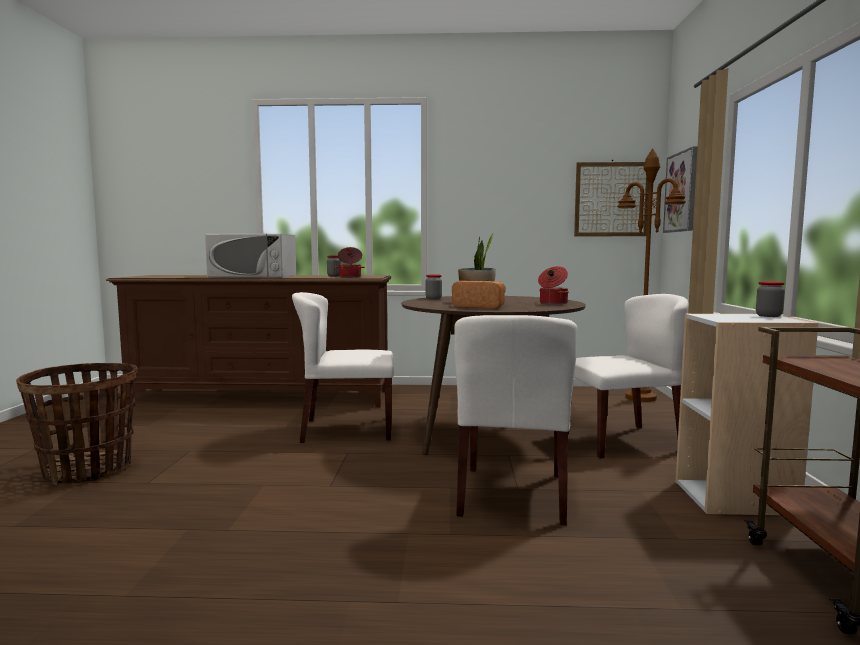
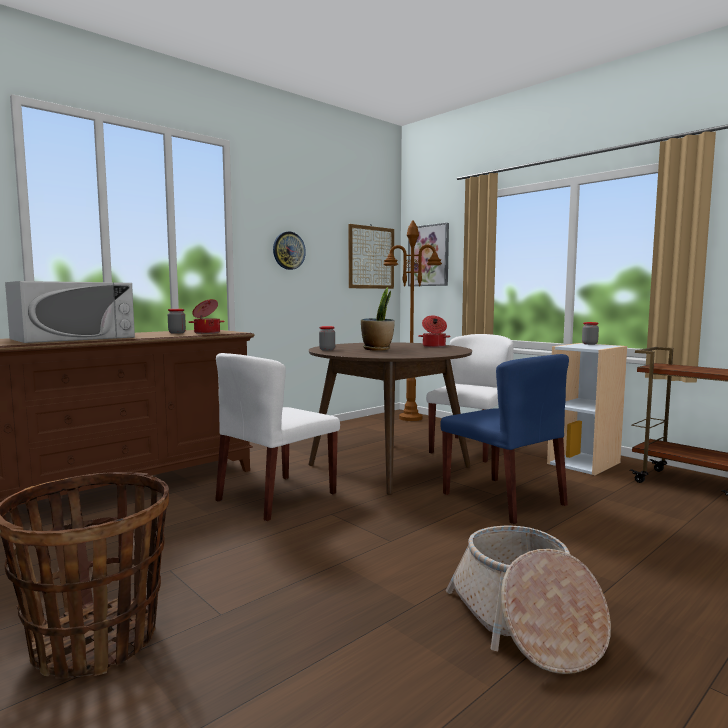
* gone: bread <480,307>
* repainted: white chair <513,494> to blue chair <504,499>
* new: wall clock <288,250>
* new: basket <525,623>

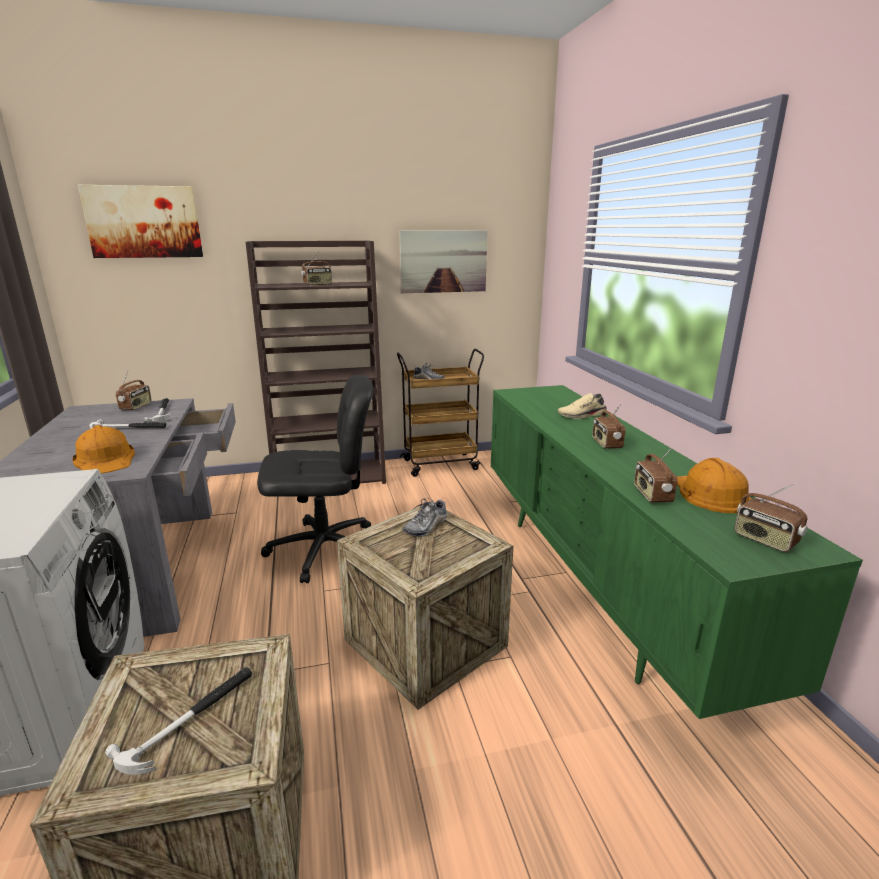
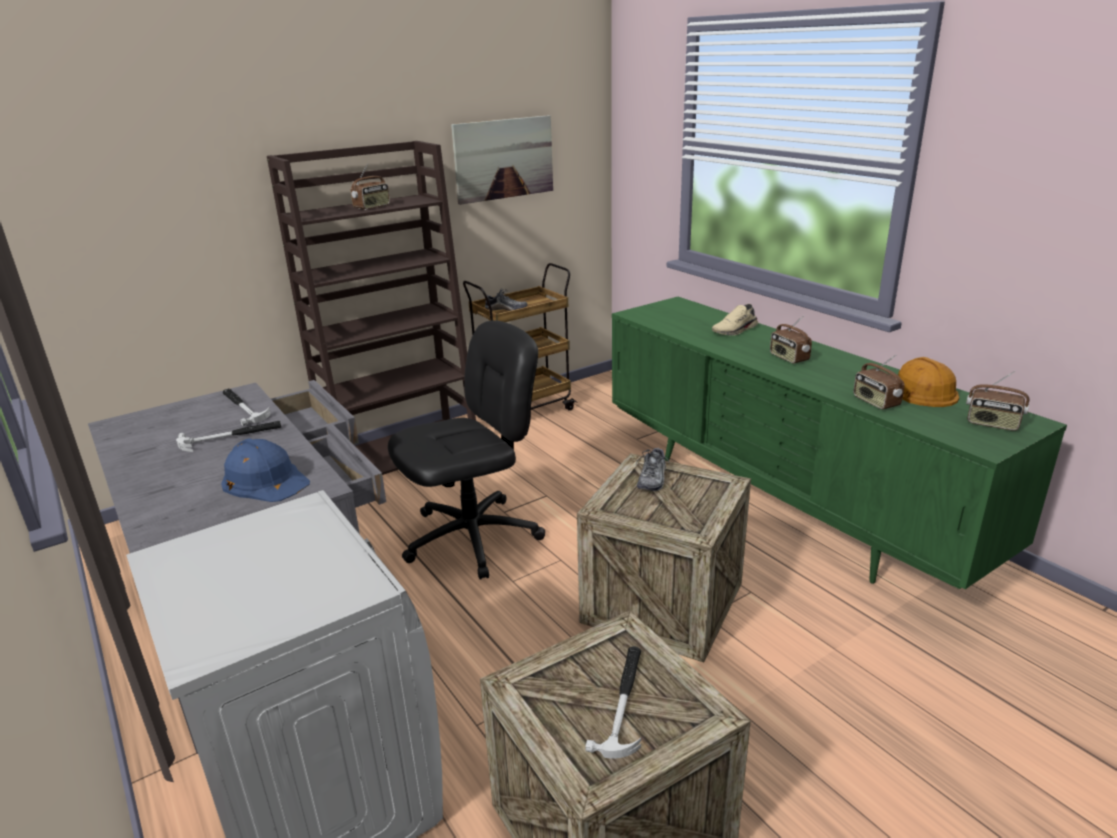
* repainted: orange hard hat <106,459> to blue hard hat <265,480>
* gone: picture <144,222>
* gone: radio <136,407>

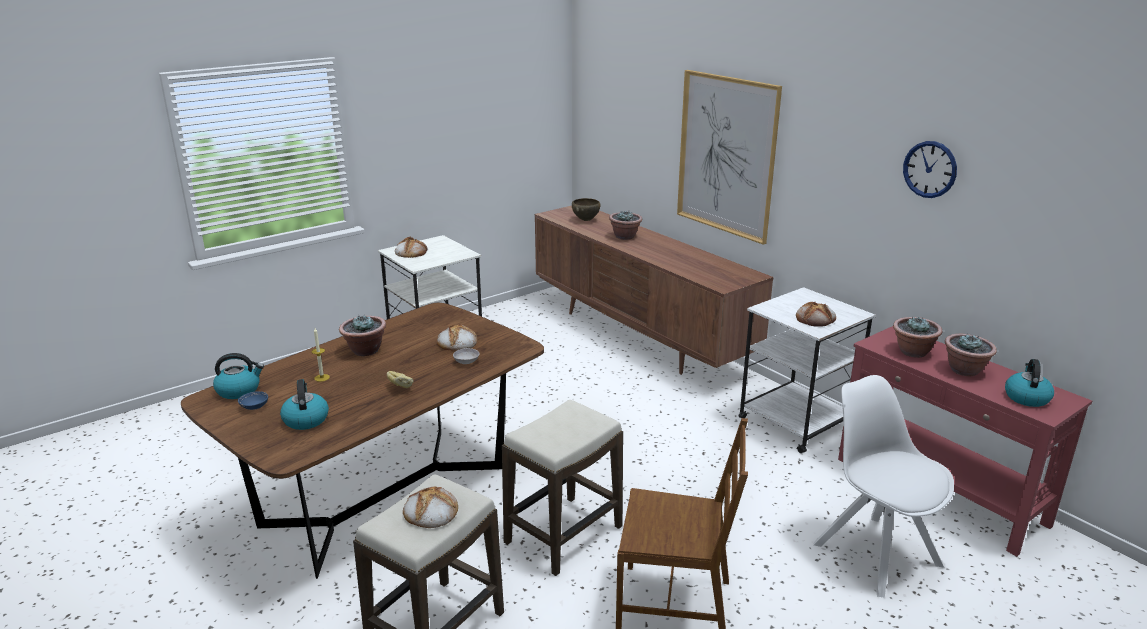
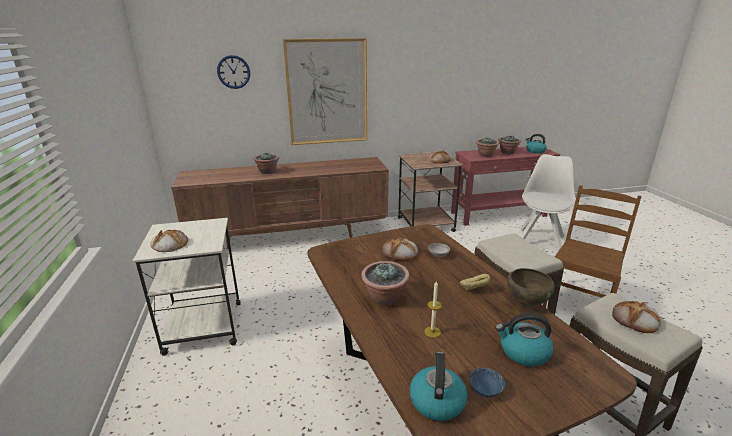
* shifted: brown bowl <586,220> to <526,303>
* repainted: white cart <797,423> to brown cart <426,224>
* rotated: white chair <875,553> = <540,241> 120 degrees clockwise
* shifted: wall clock <929,169> to <233,72>

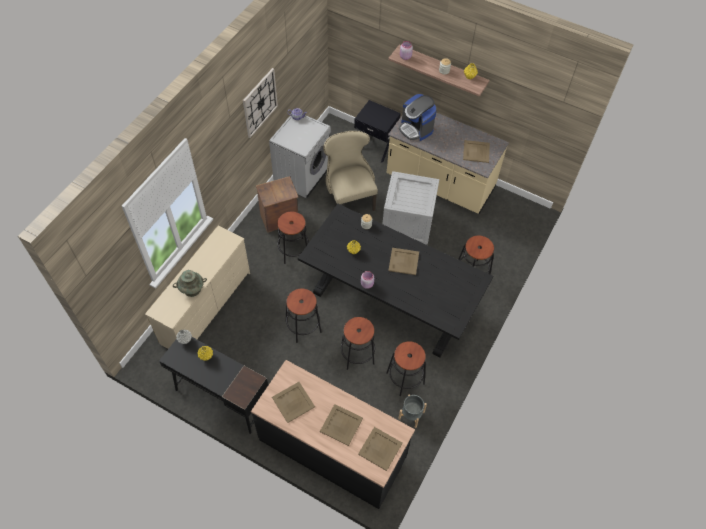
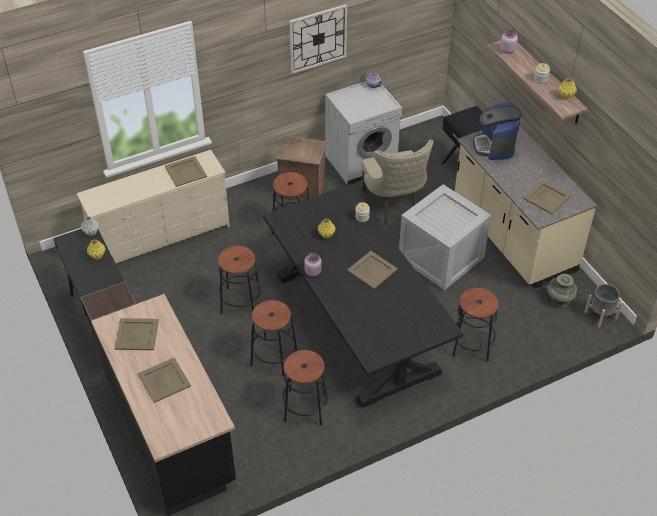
* shifted: turquoise vase <192,289> to <559,299>
* rotated: beige chair <349,198> = <394,205> 150 degrees clockwise
* shifted: beige tray <380,449> to <185,172>
* shifted: grey planter <411,415> to <601,315>

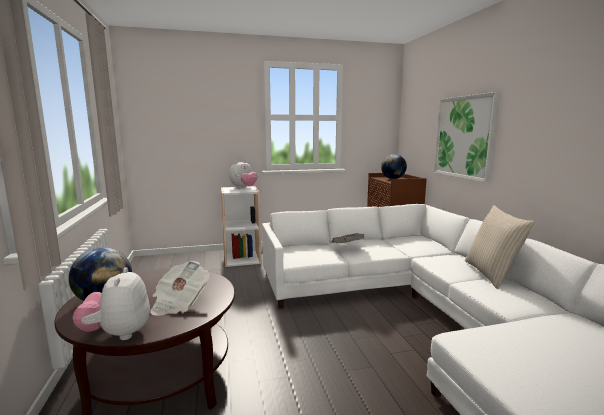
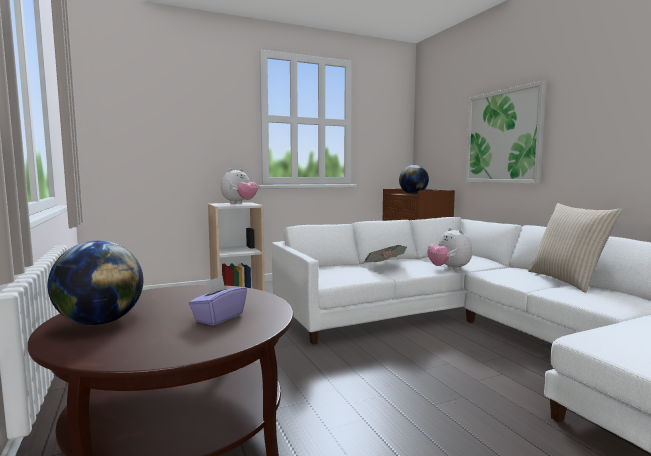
* shifted: plush toy <118,334> to <449,269>
* swapped: newspaper <179,302> to purple tissue box <219,317>

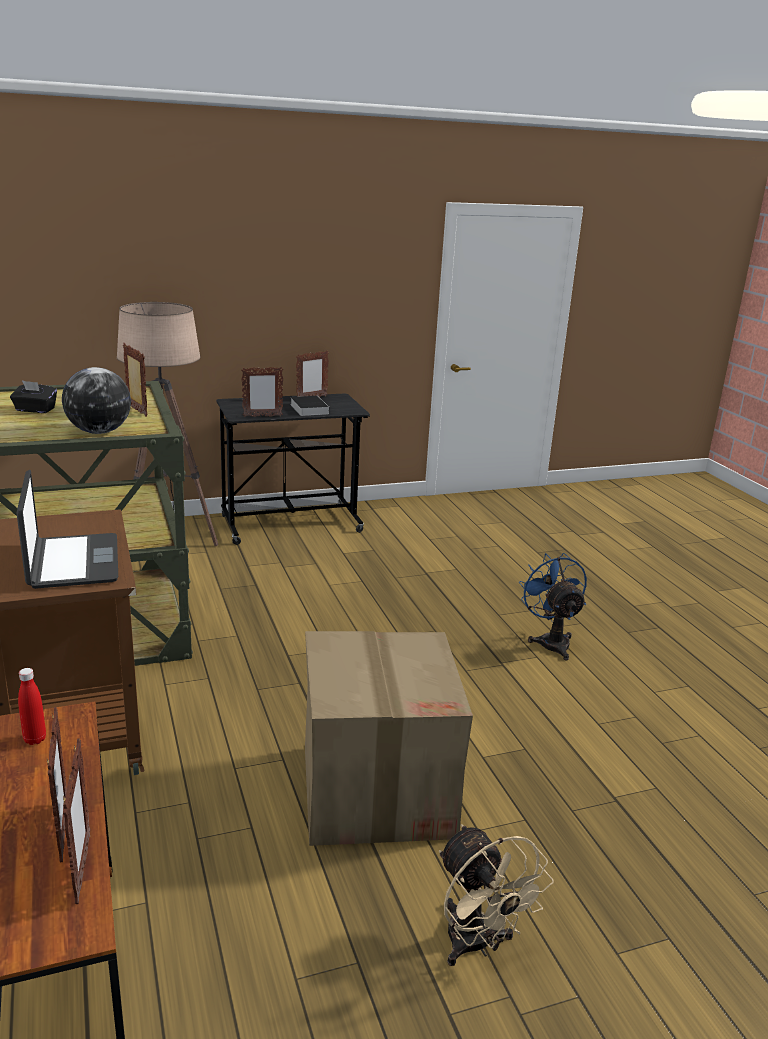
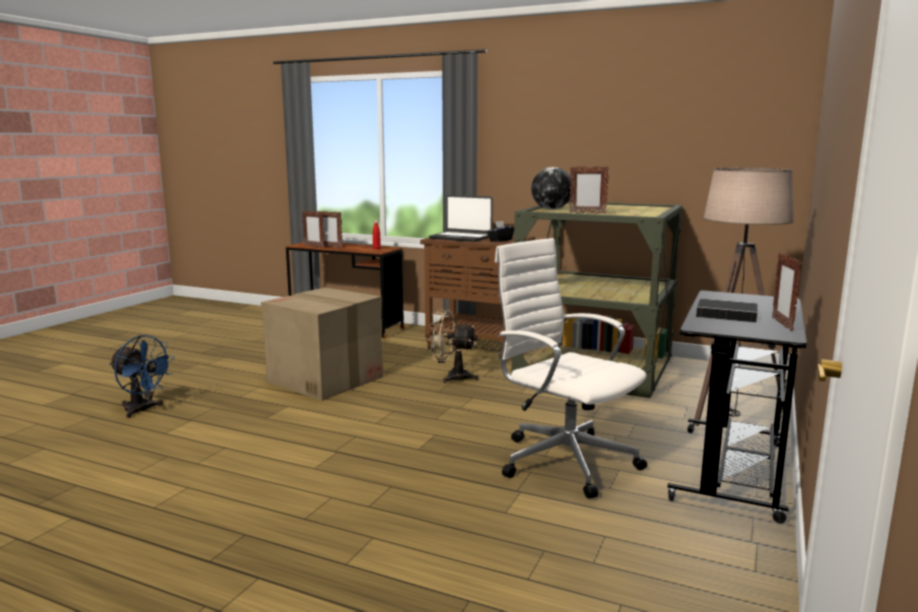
* shifted: black tissue box <35,410> to <500,240>
* gone: picture frame <262,416>
* shifted: beige fan <477,945> to <451,377>
* shifted: blue fan <550,641> to <143,410>
* new: white office chair <564,460>

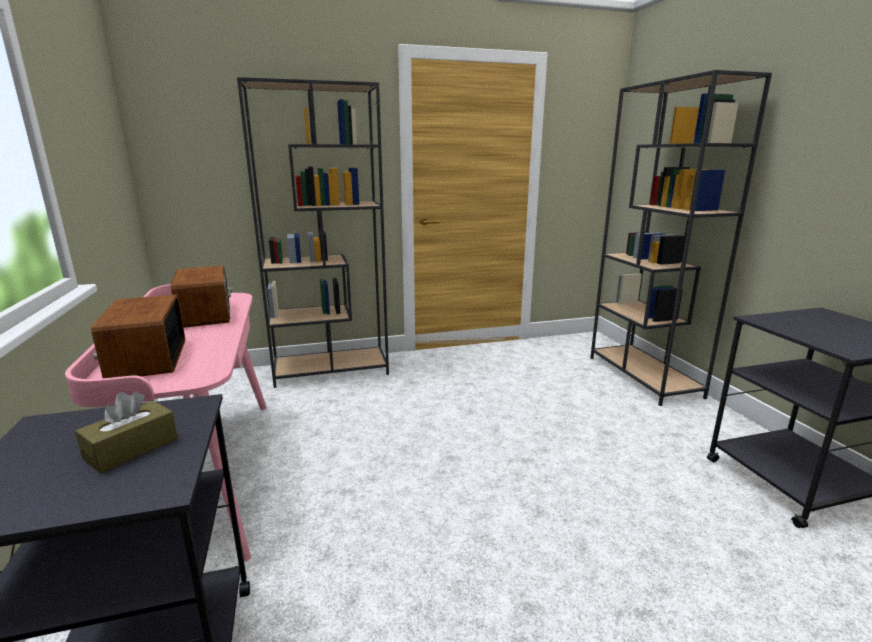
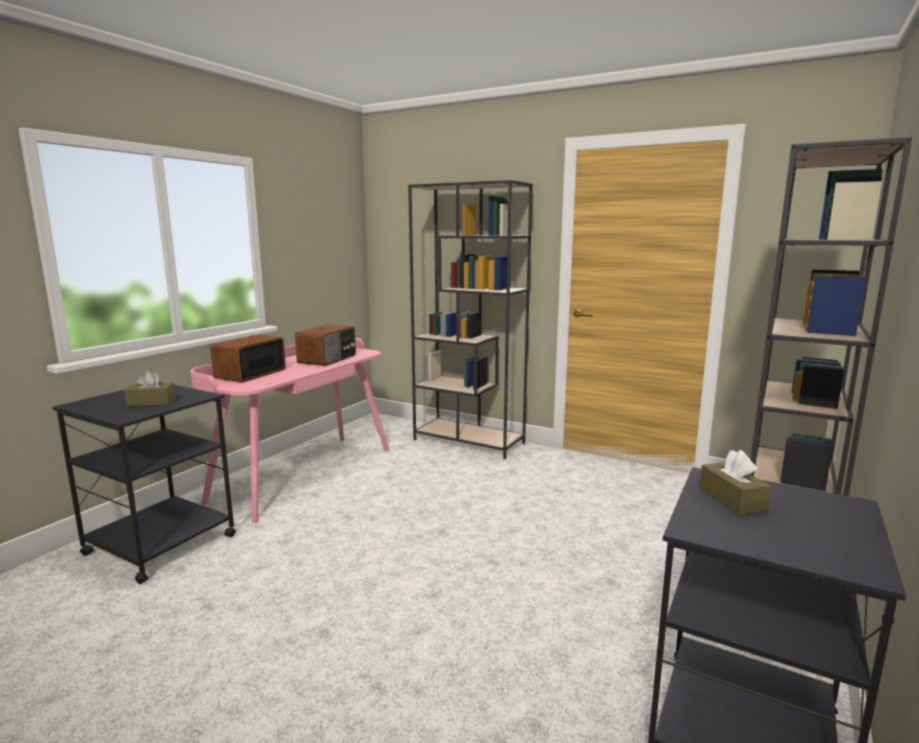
* new: brown tissue box <732,499>

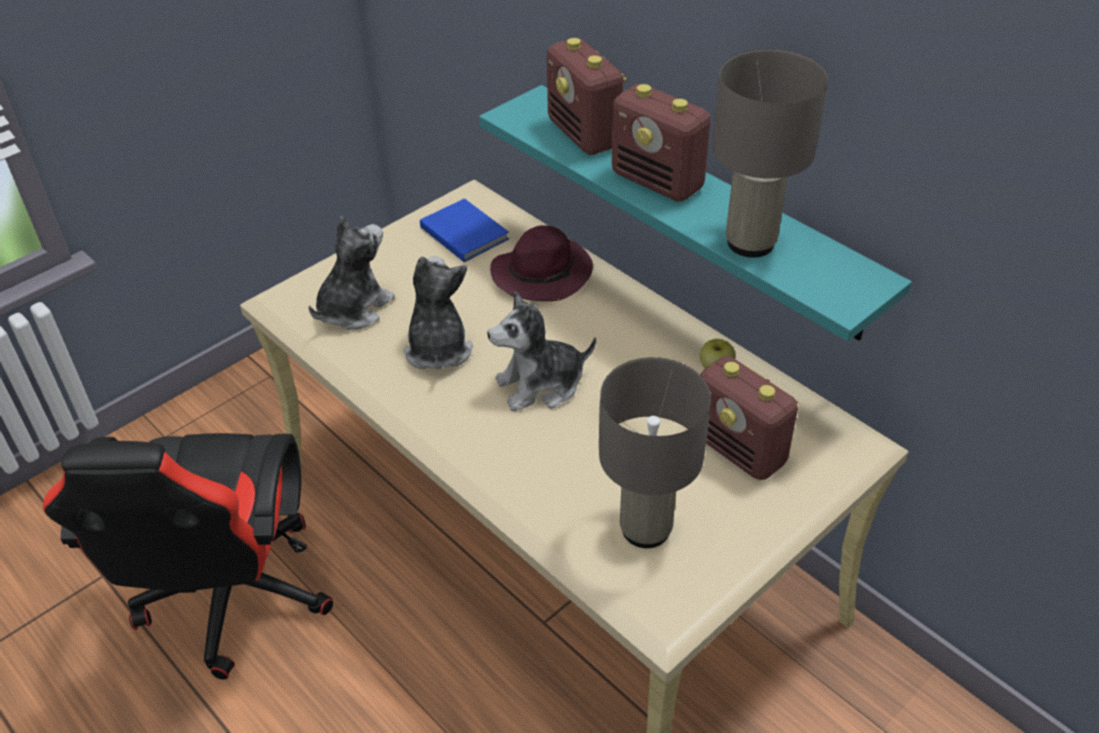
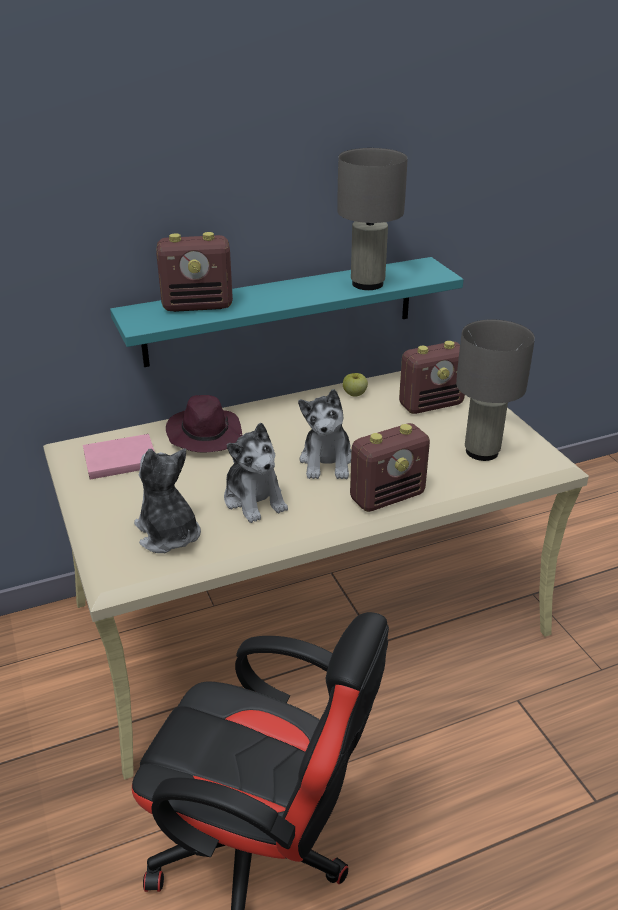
* rotated: plush toy <438,349> = <254,499> 135 degrees counterclockwise
* repainted: blue book <464,231> to pink book <118,459>
* shifted: radio <658,182> to <387,497>

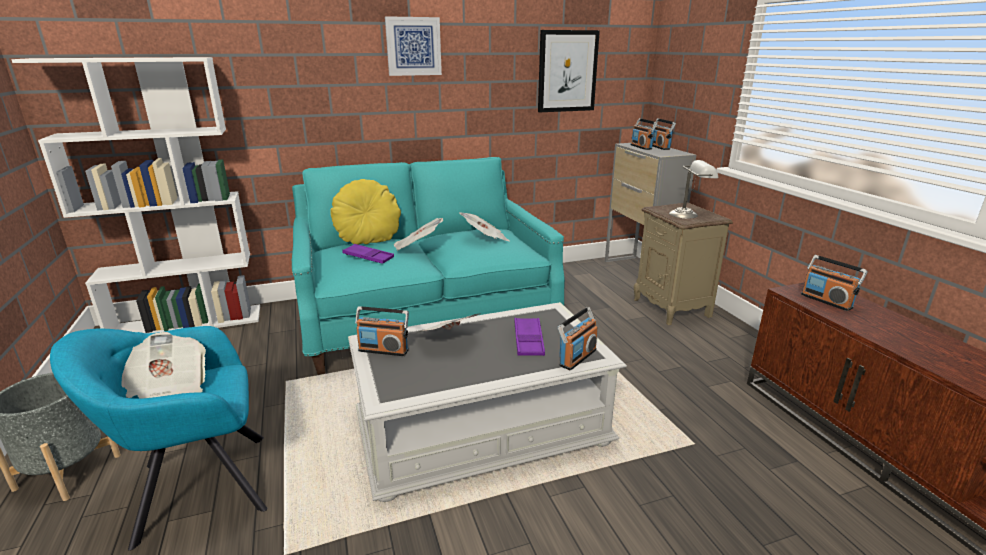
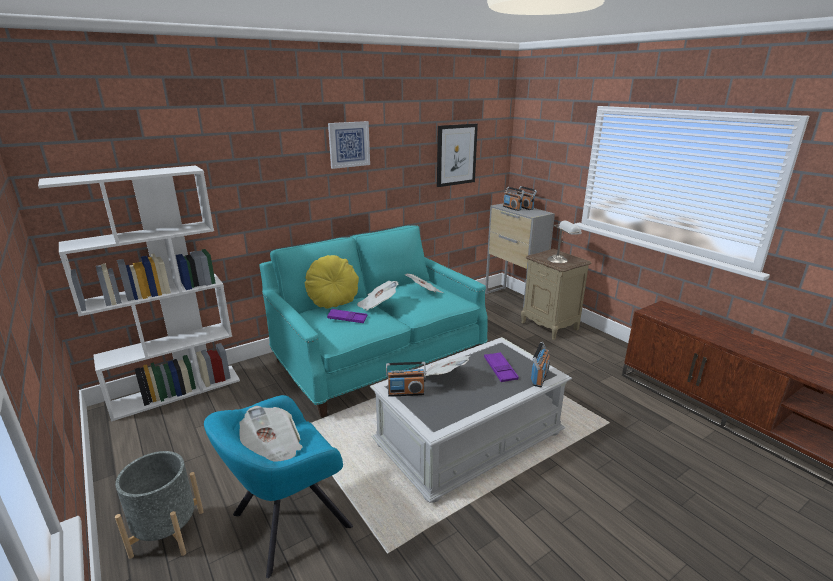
* gone: radio <826,301>

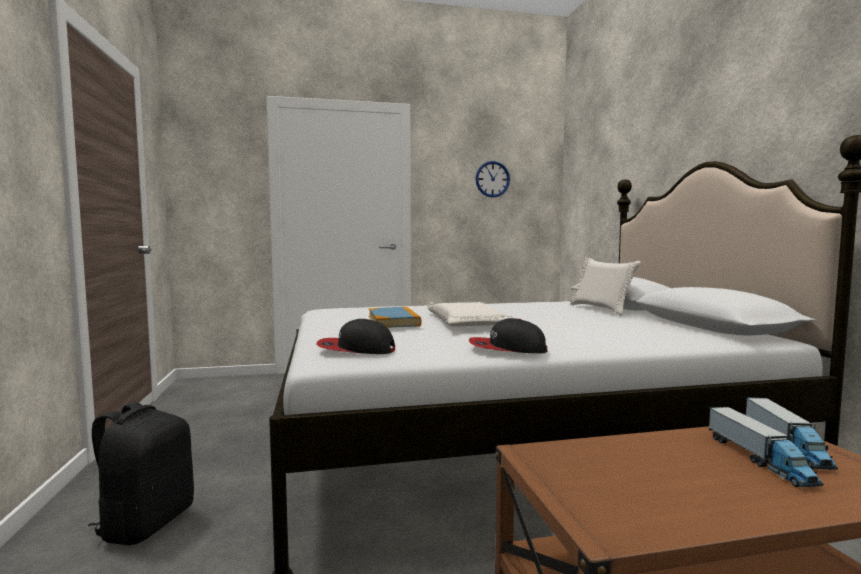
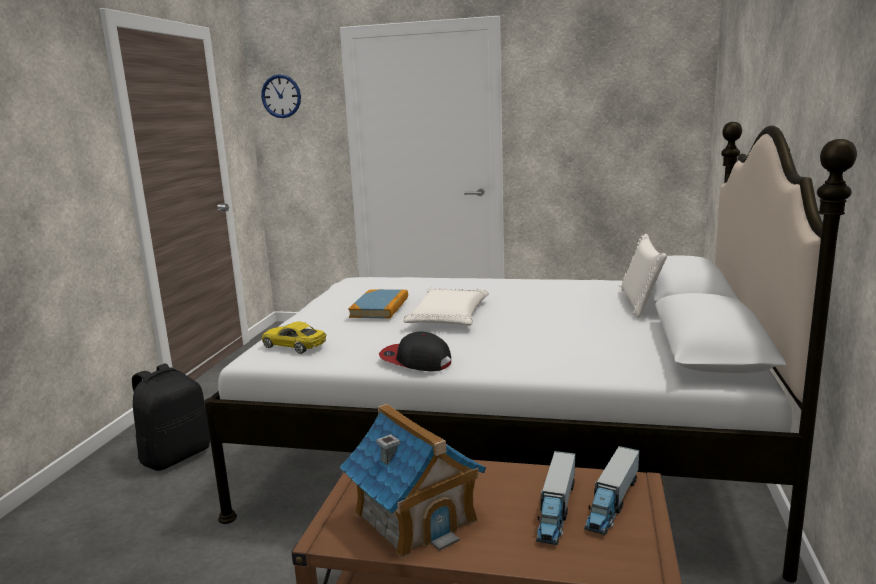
* swapped: cap <356,349> to yellow toy car <294,346>
* shifted: wall clock <492,179> to <281,96>
* new: toy house <415,516>

